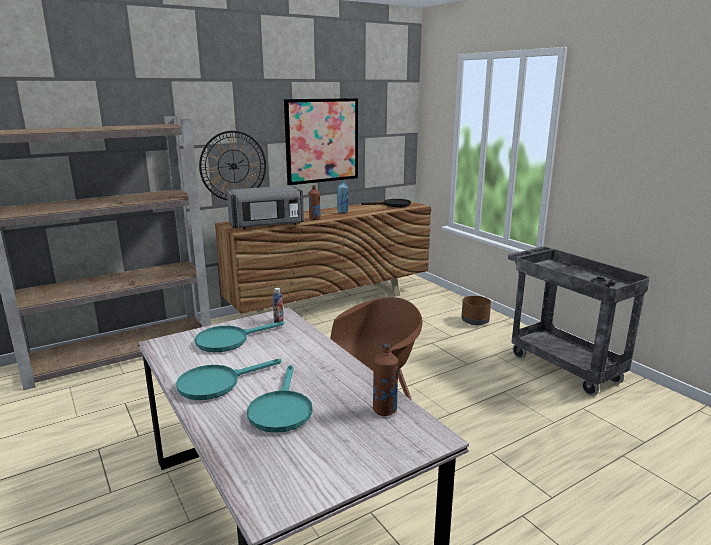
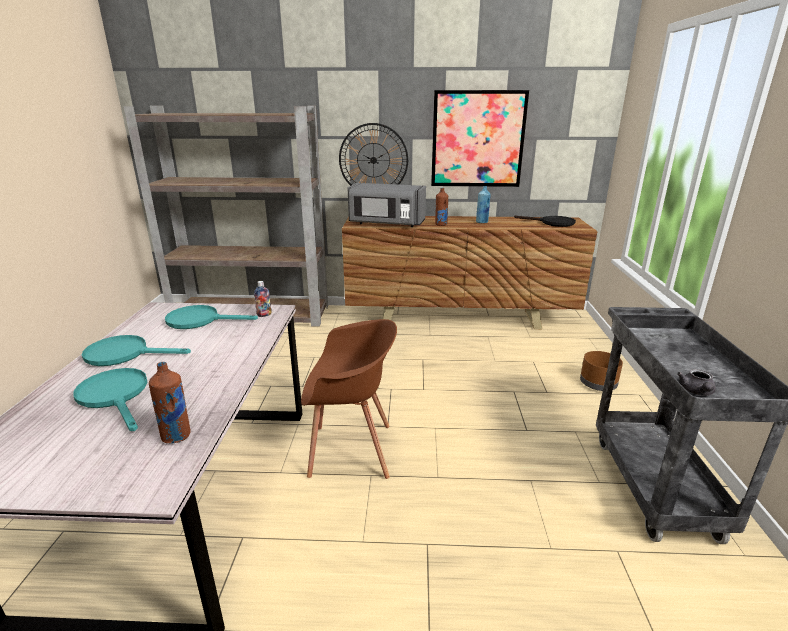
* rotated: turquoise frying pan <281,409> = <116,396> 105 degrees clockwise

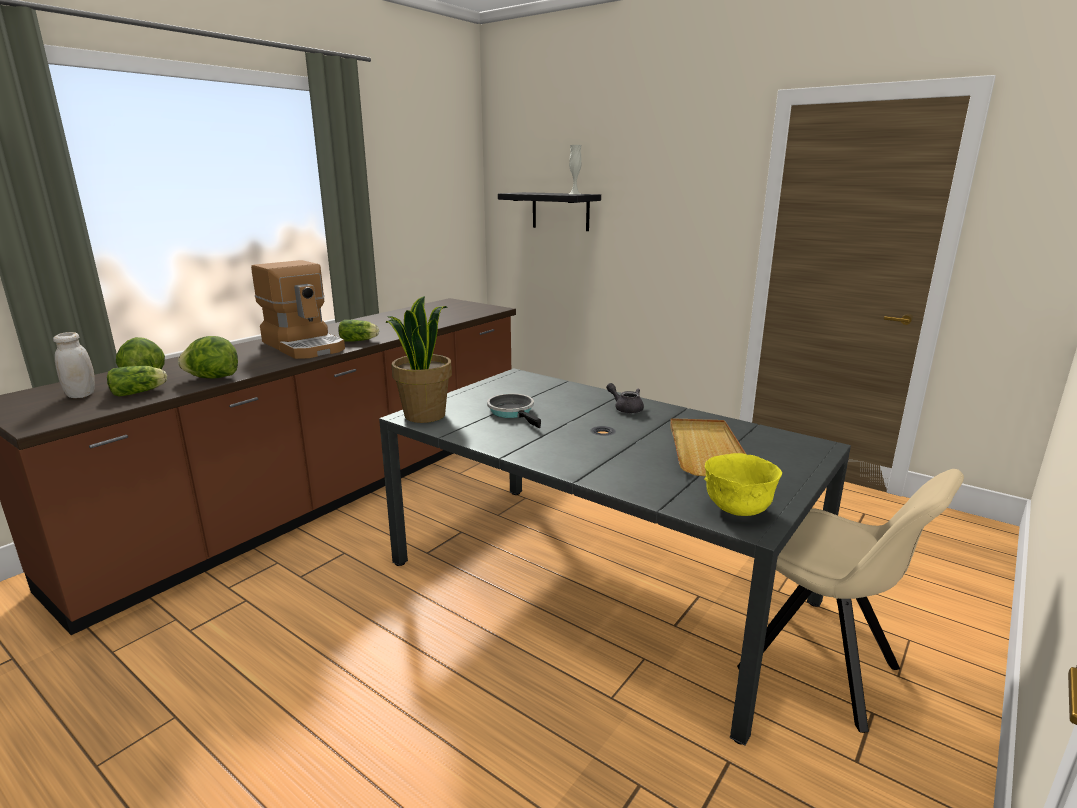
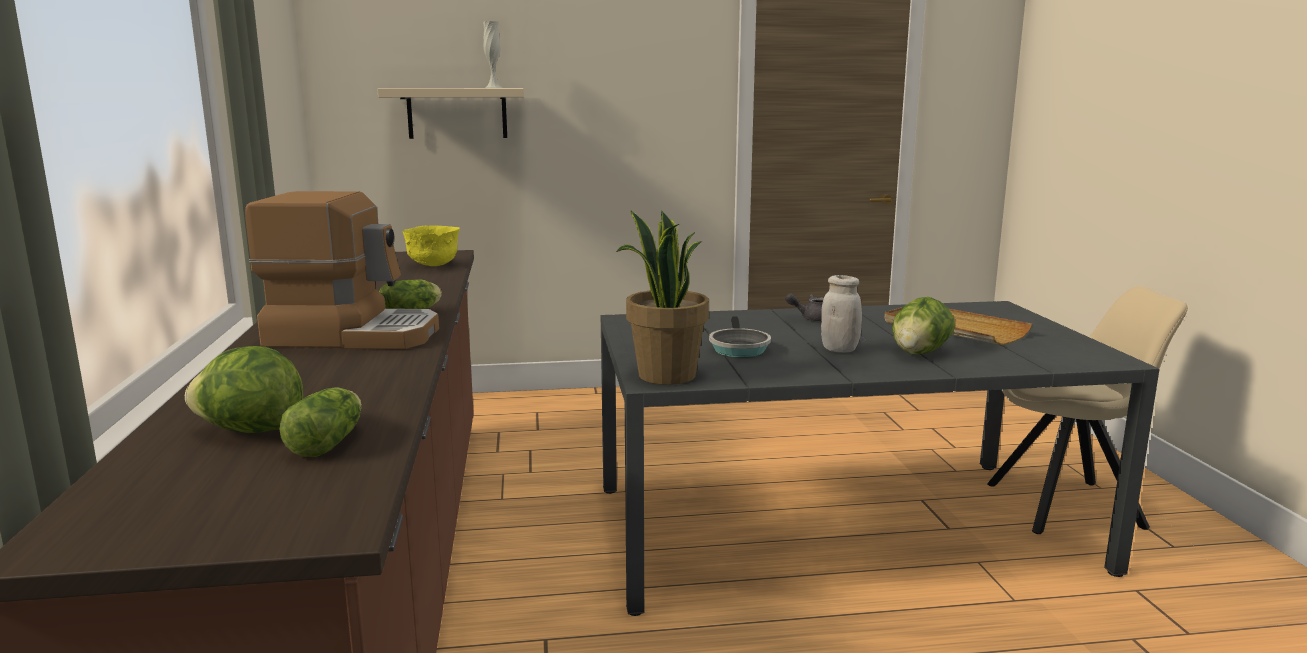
* shifted: white jar <81,395> to <839,349>
* shifted: lettuce <213,378> to <919,353>
* rotated: frying pan <513,412> = <738,348> 105 degrees counterclockwise
* repainted: black shelf <560,211> to beige shelf <457,113>
* shifted: yellow bowl <738,510> to <433,265>

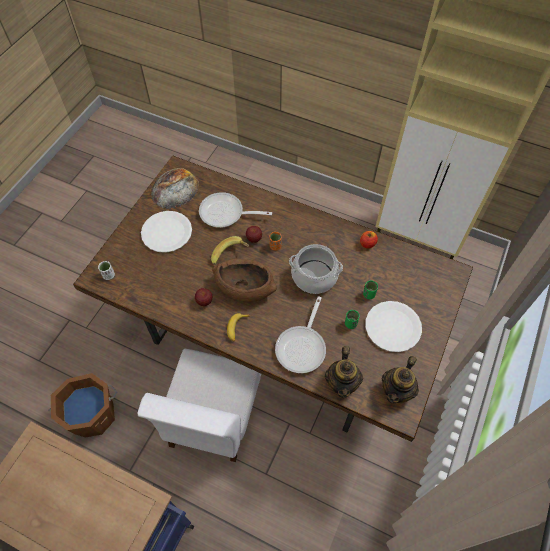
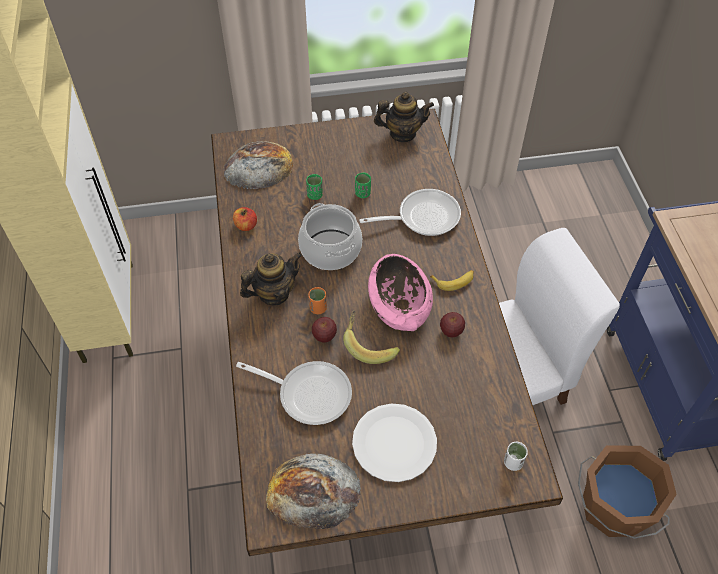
* rotated: frying pan <225,213> = <309,393> 45 degrees counterclockwise
* repainted: brown bowl <244,287> to pink bowl <399,305>
* shifted: teapot <342,383> to <273,293>
* gone: white plate <392,327>
* new: bread <258,166>

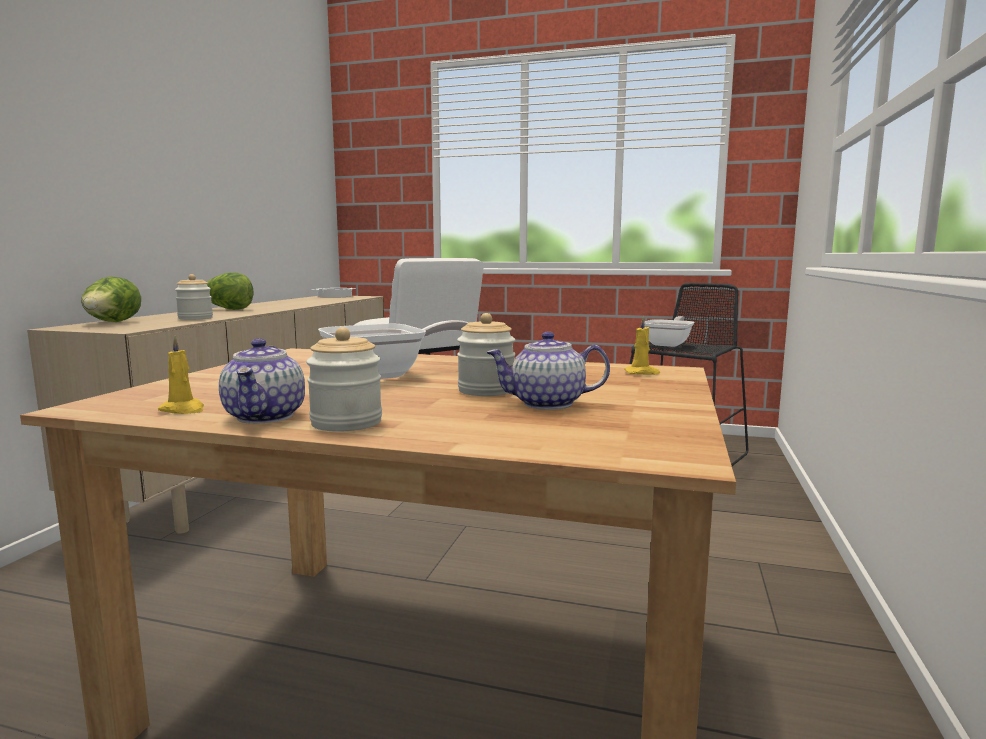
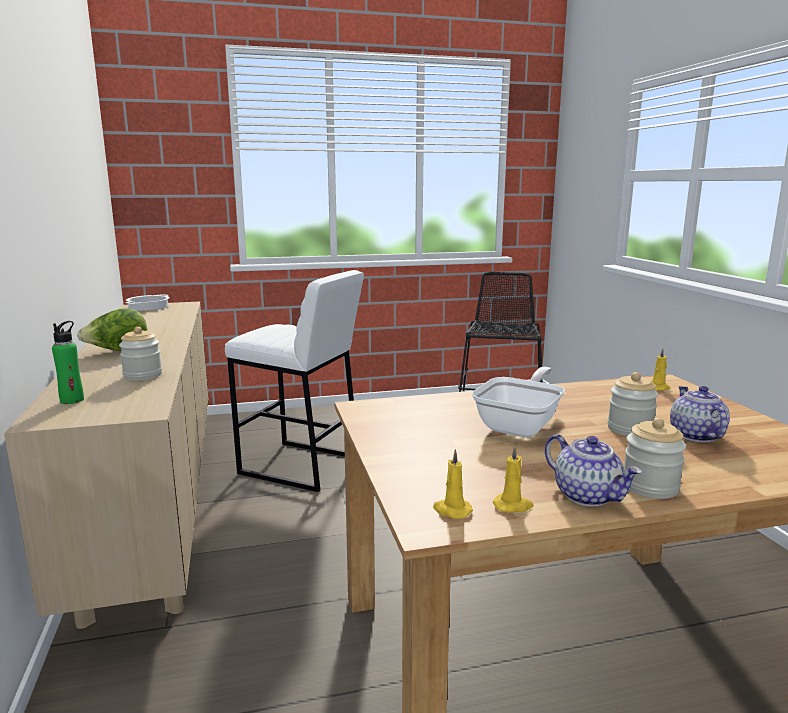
* swapped: lettuce <112,323> to green bottle <72,400>
* rotated: teapot <547,404> = <695,435> 120 degrees clockwise
* gone: frying pan <669,344>
* new: yellow candle <451,510>

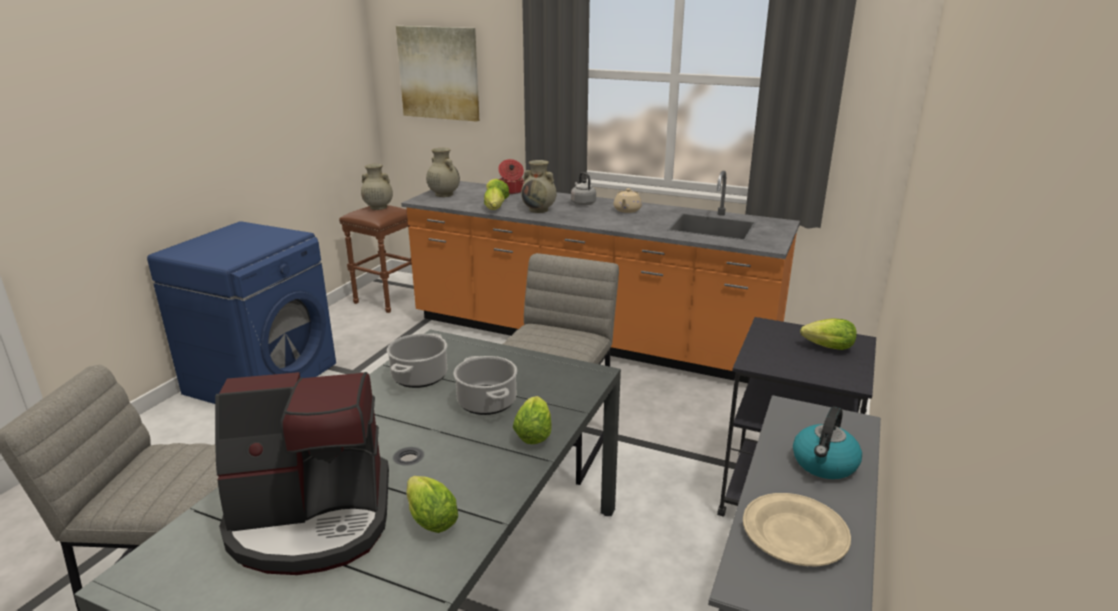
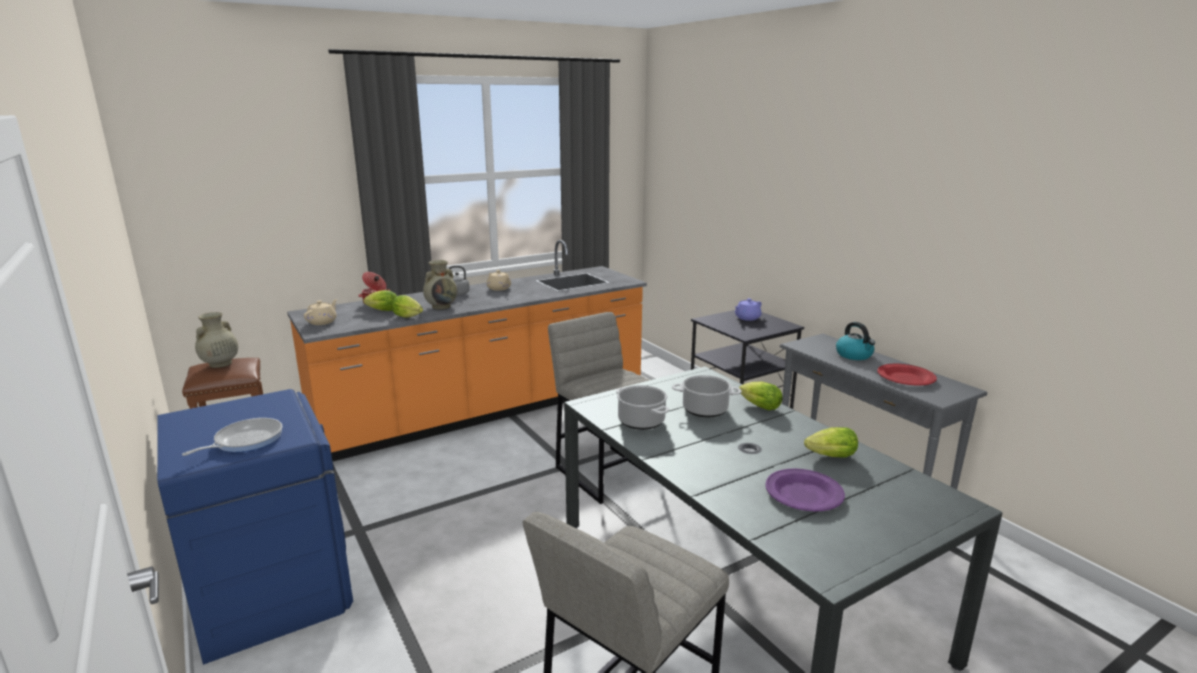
* swapped: coffee machine <312,520> to purple plate <803,494>
* gone: picture <439,73>
* swapped: beige vase <443,194> to beige teapot <322,322>
* repainted: beige plate <795,534> to red plate <906,378>
* swapped: lettuce <825,347> to purple teapot <747,318>
* new: frying pan <245,440>

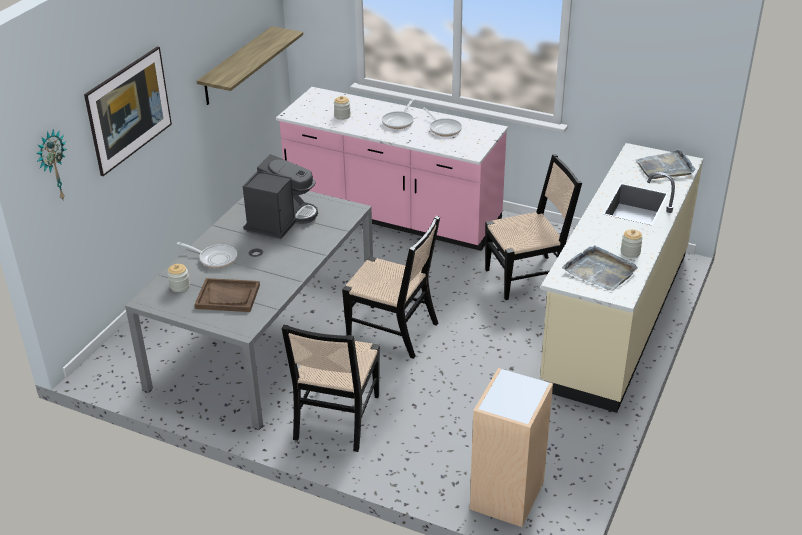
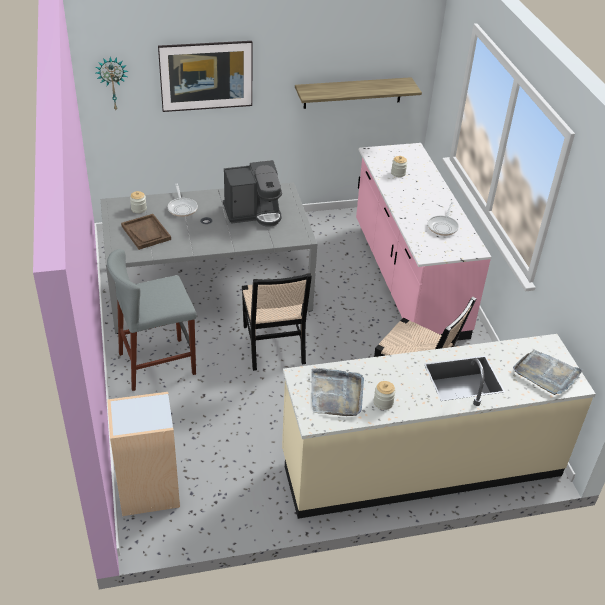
* swapped: chair <337,418> to grey stool <157,364>
* gone: frying pan <399,121>

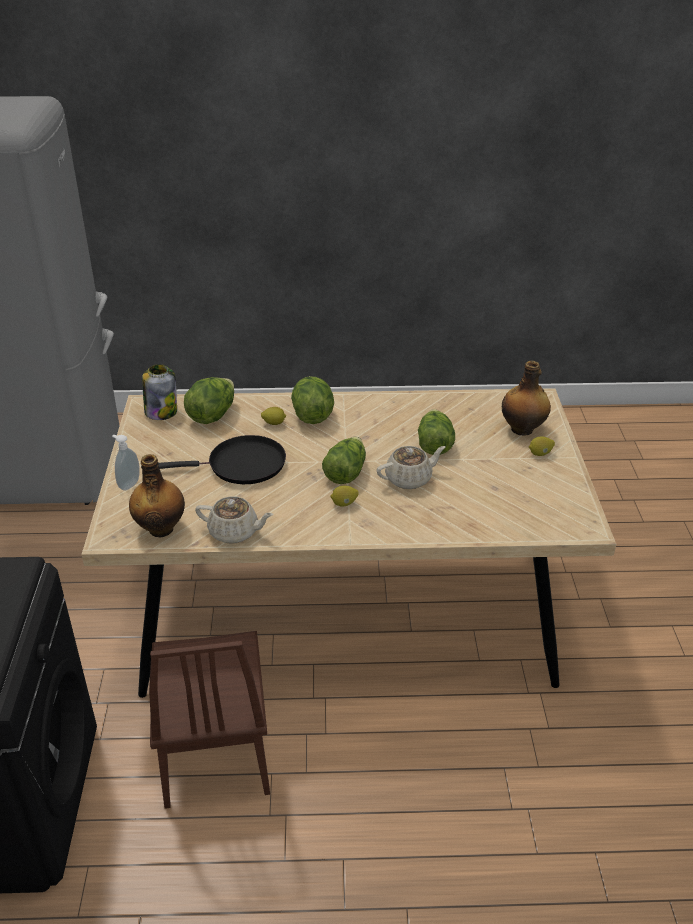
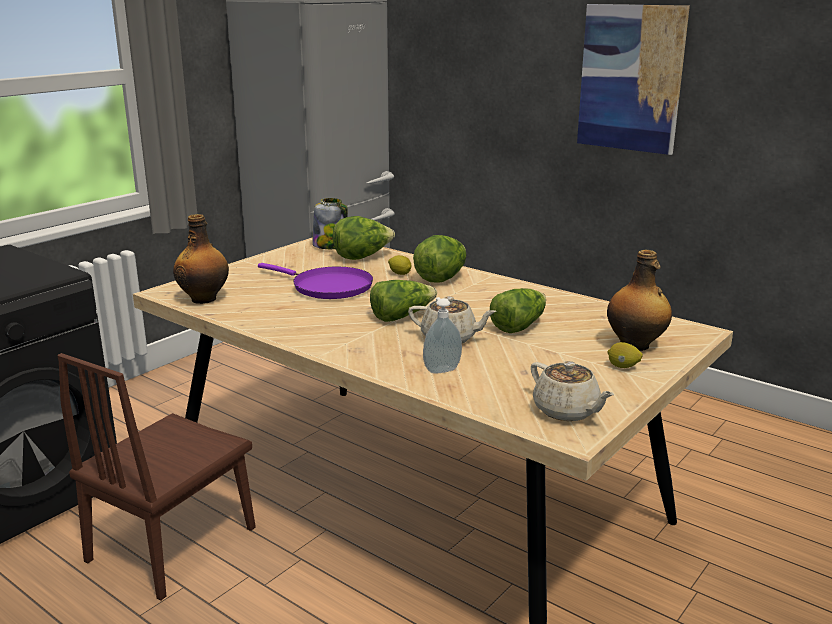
* shifted: soap dispenser <128,484> to <441,369>
* repainted: black frying pan <241,465> to purple frying pan <327,287>
* shifted: beige teapot <235,532> to <567,411>
* gone: lemon <344,504>
* new: picture <631,78>

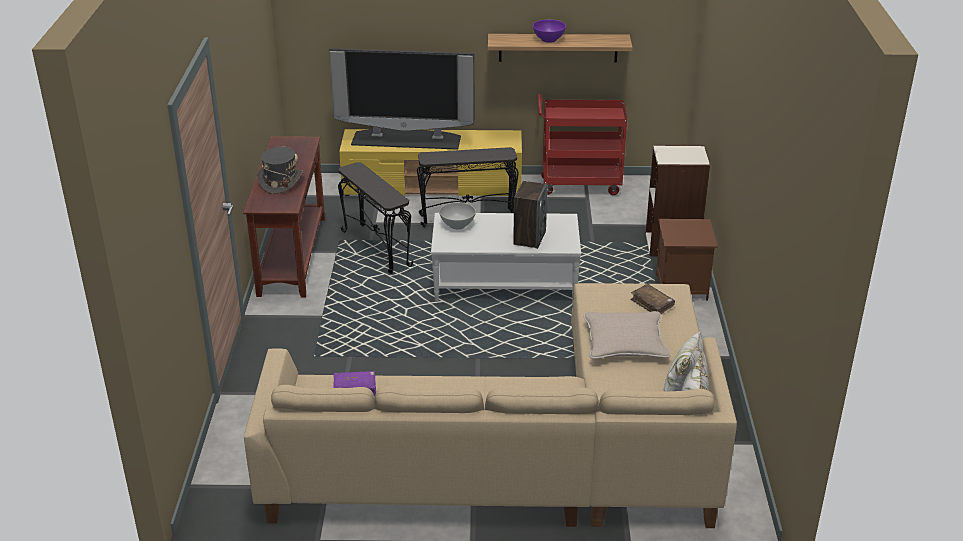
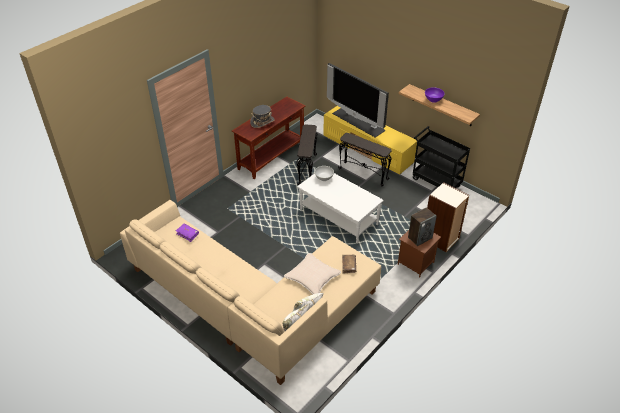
* shifted: speaker <529,238> to <420,237>
* repainted: red cart <578,186> to black cart <435,182>

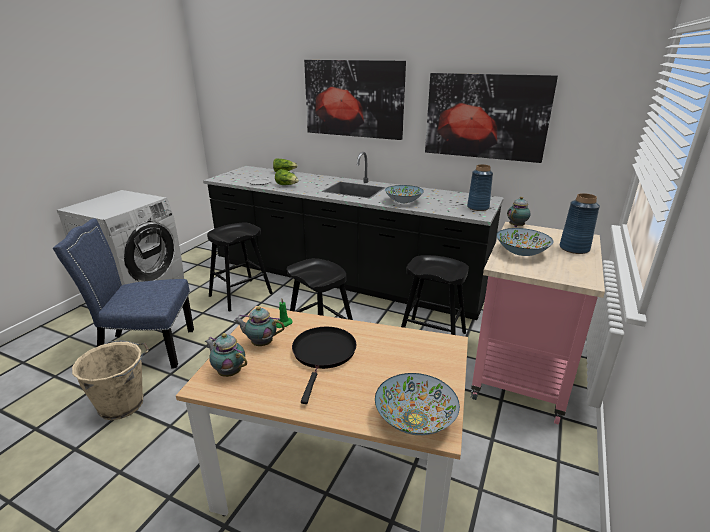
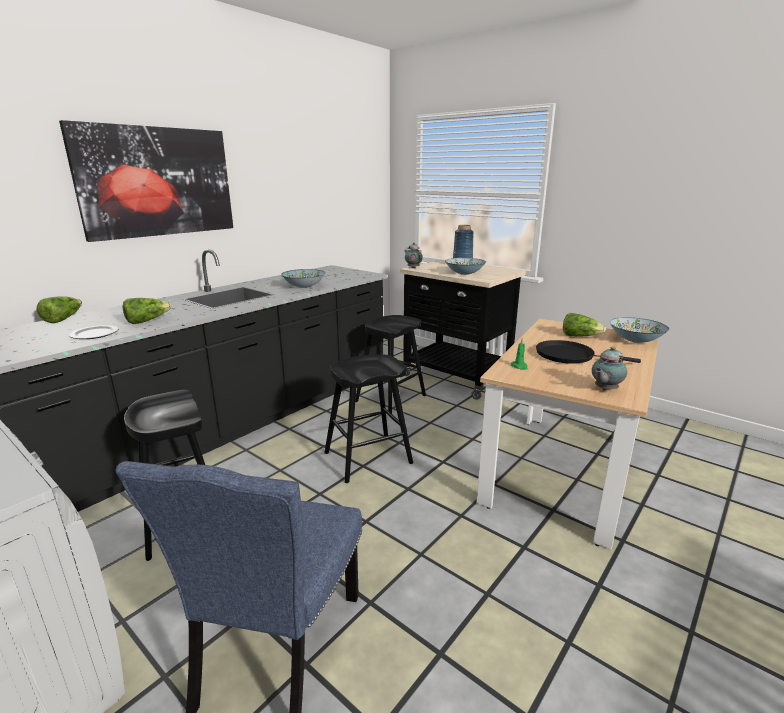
* gone: beige bucket <123,404>
* gone: teapot <260,343>
* gone: picture <486,117>
* gone: blue vase <478,207>
* repainted: pink cart <521,376> to black cart <456,378>
* new: lettuce <580,336>

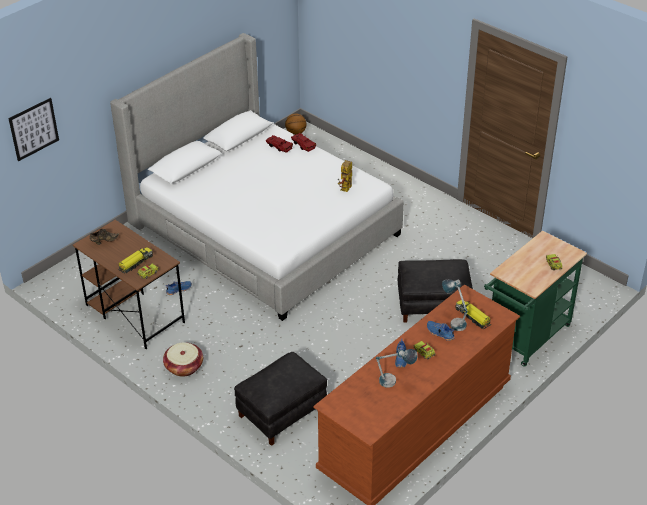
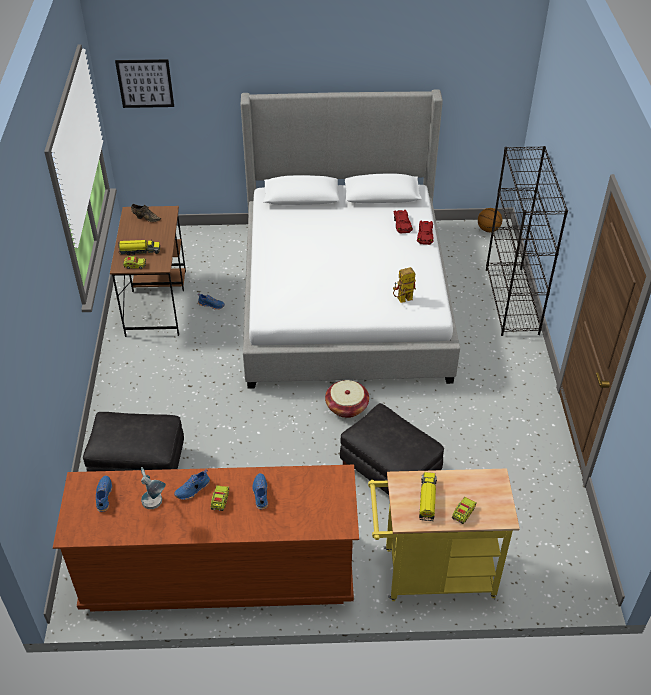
* shifted: basket <184,367> to <347,406>
* gone: table lamp <453,321>
* shifted: toy truck <473,317> to <427,500>
* repainted: green cart <525,339> to yellow cart <431,574>
* new: blue shoe <103,496>
* new: black bookcase <512,301>

